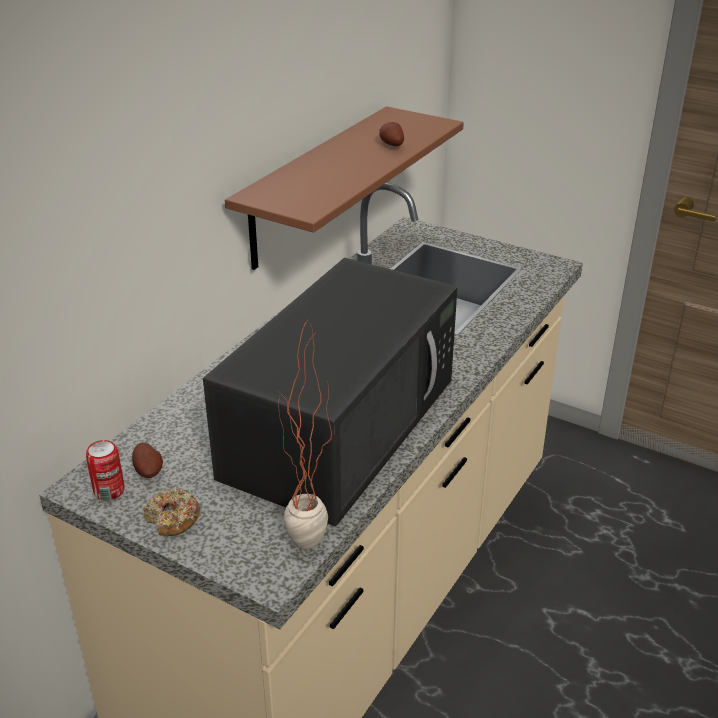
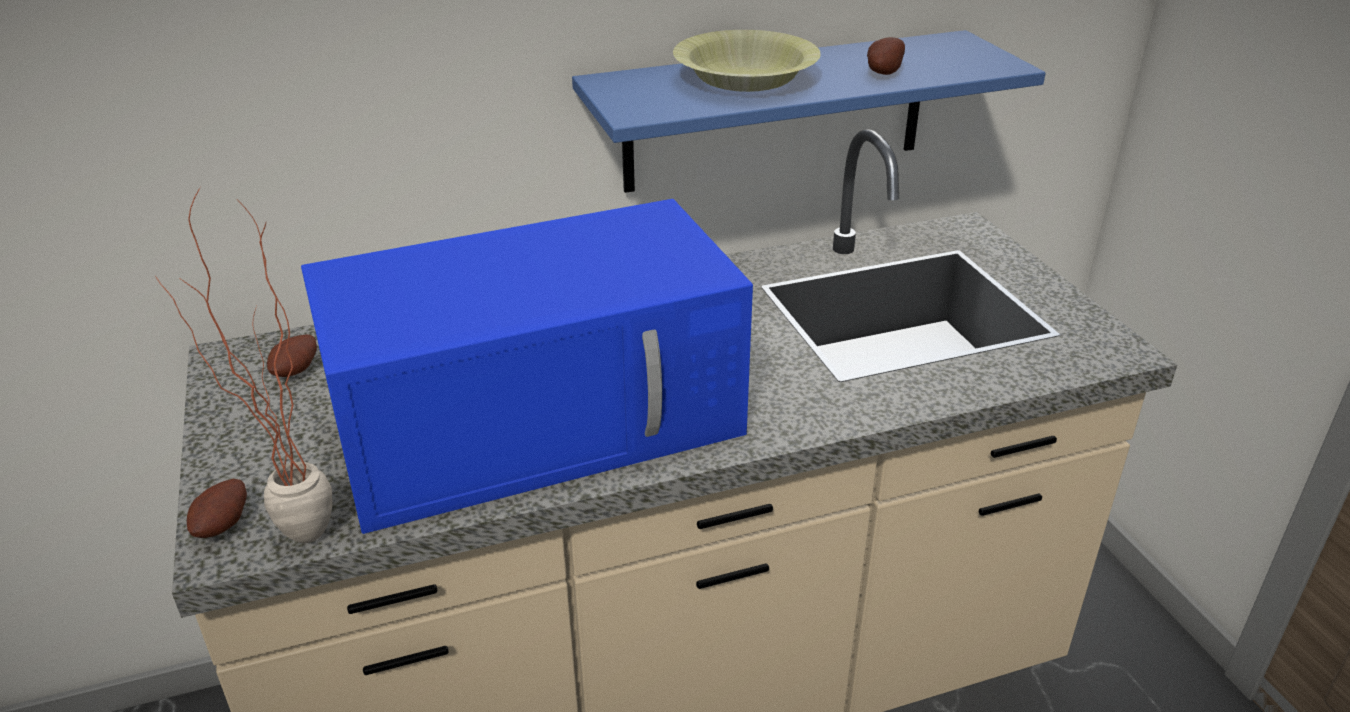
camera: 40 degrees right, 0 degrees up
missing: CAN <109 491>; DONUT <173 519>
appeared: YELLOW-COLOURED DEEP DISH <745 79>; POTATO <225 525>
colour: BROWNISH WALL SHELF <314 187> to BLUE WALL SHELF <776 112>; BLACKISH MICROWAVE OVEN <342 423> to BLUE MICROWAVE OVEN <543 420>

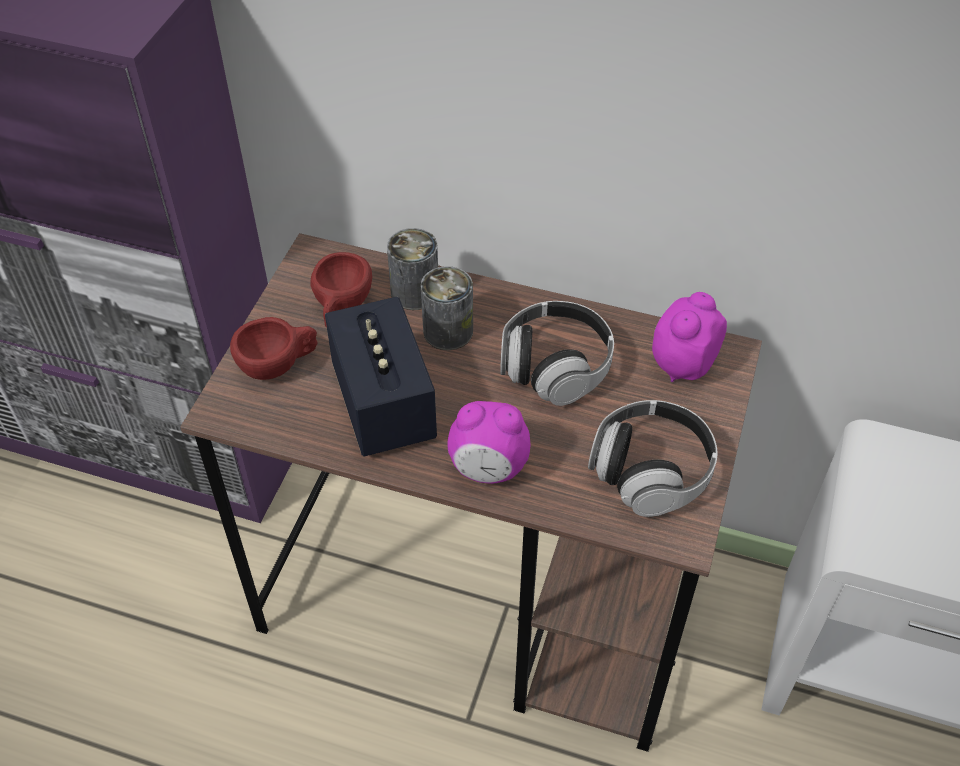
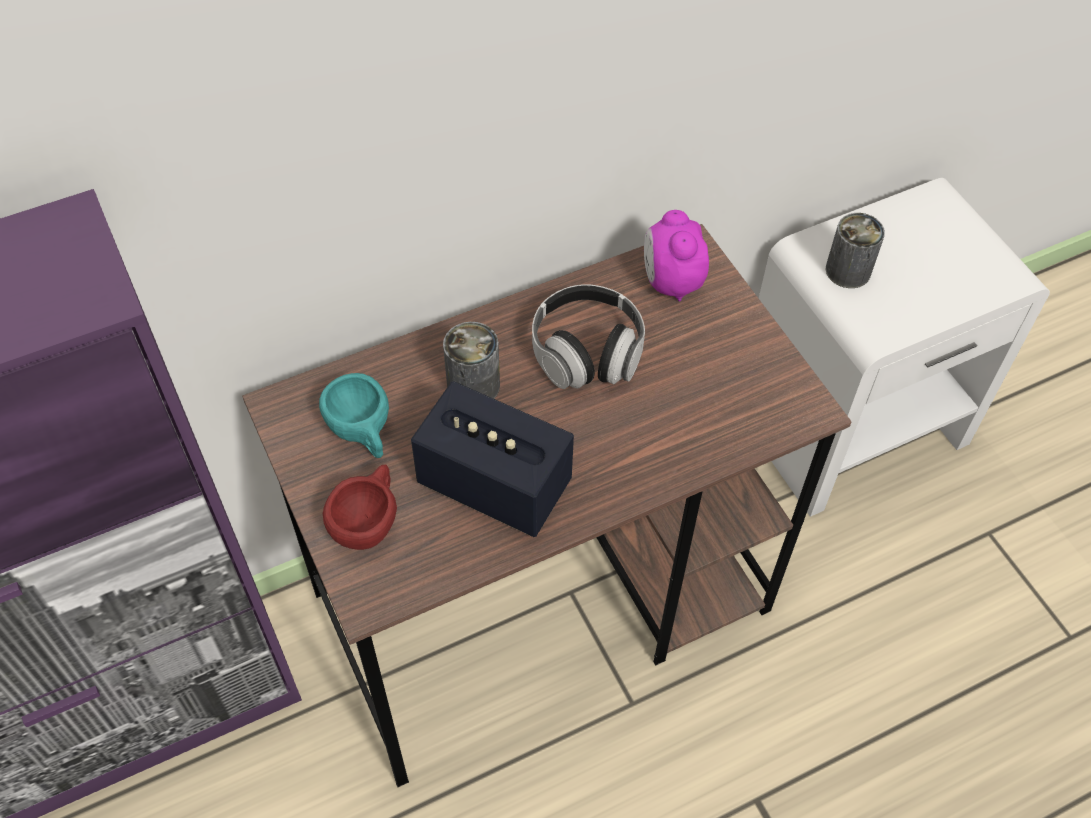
camera: 45 degrees left, 5 degrees up
missing: HEADSET <650 472>; BEDSIDE CLOCK <488 468>
relocated: CAN <415 292> to <848 271>
colour: RED-COLOURED CUP <341 308> to TURQUOISE CUP <363 432>

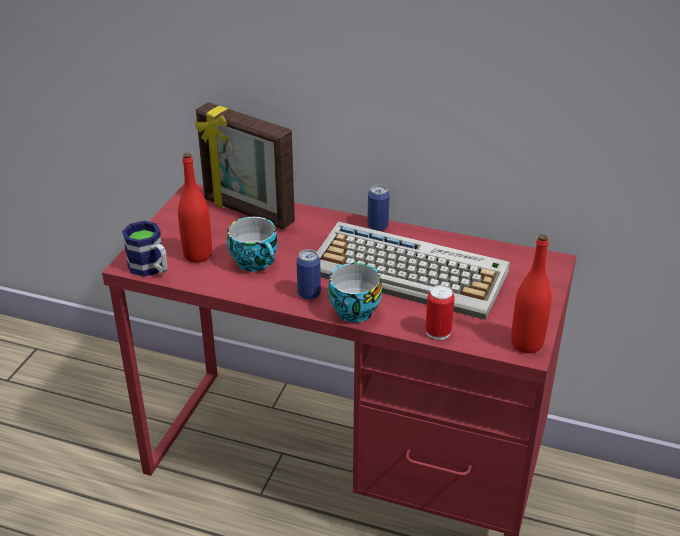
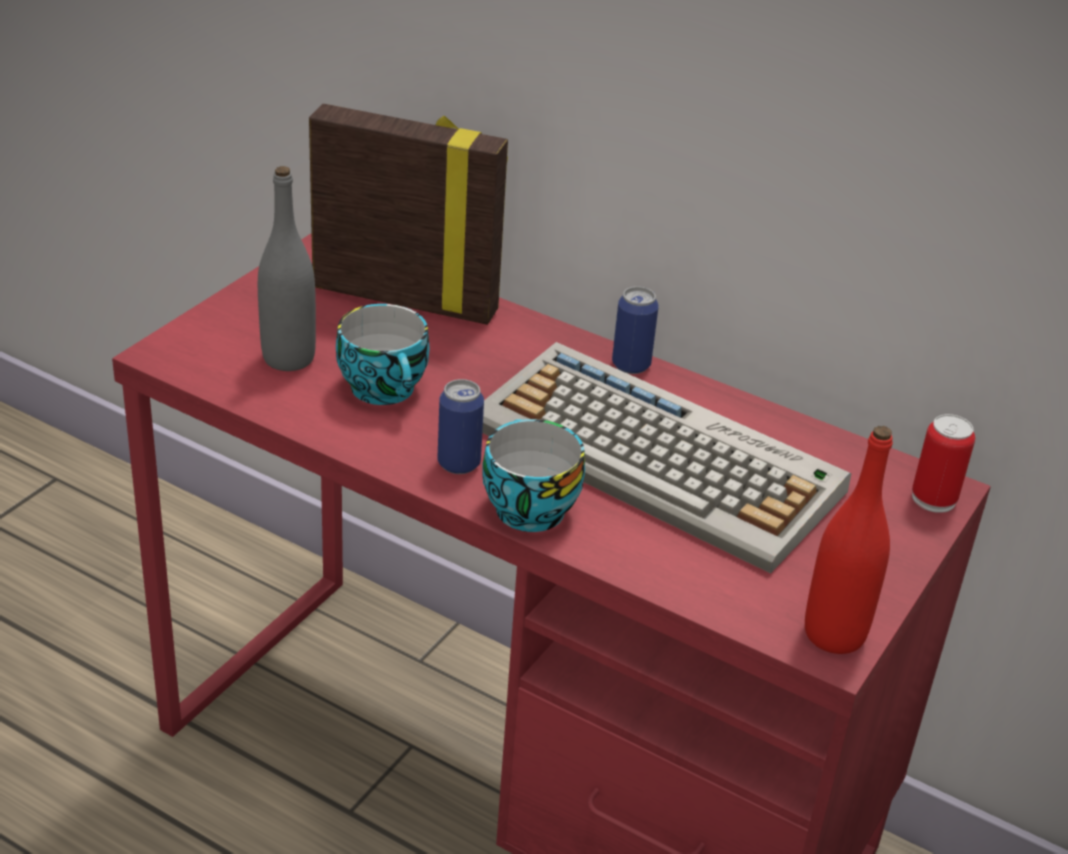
camera: 10 degrees right, 0 degrees up
missing: TEA MUG <151 269>
relocated: CAN <438 332> to <933 498>
colour: RED-COLOURED DRINK BOTTLE <198 255> to GREY DRINK BOTTLE <288 358>
spun: STANDING FRAME <247 212> = <406 298> 150 degrees clockwise

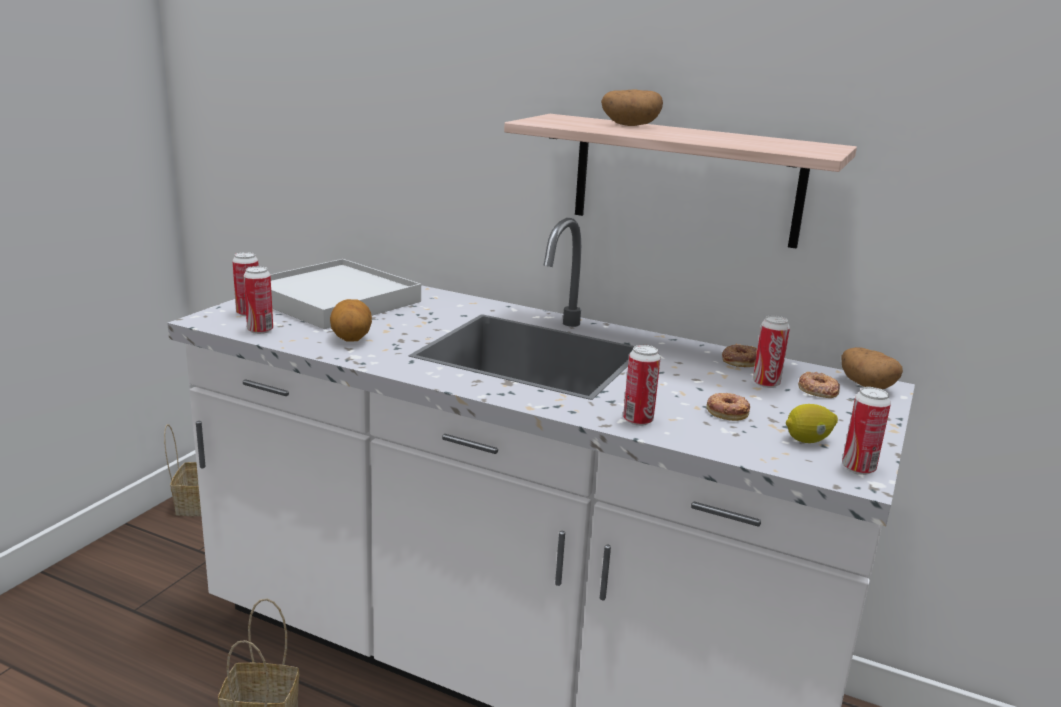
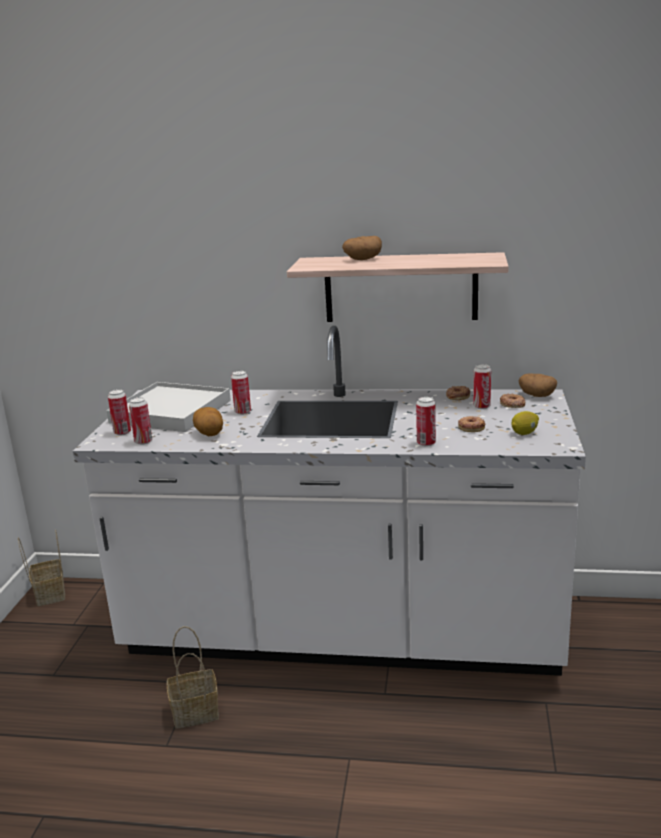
camera: 15 degrees left, 0 degrees up
relocated: CAN <858 468> to <242 412>

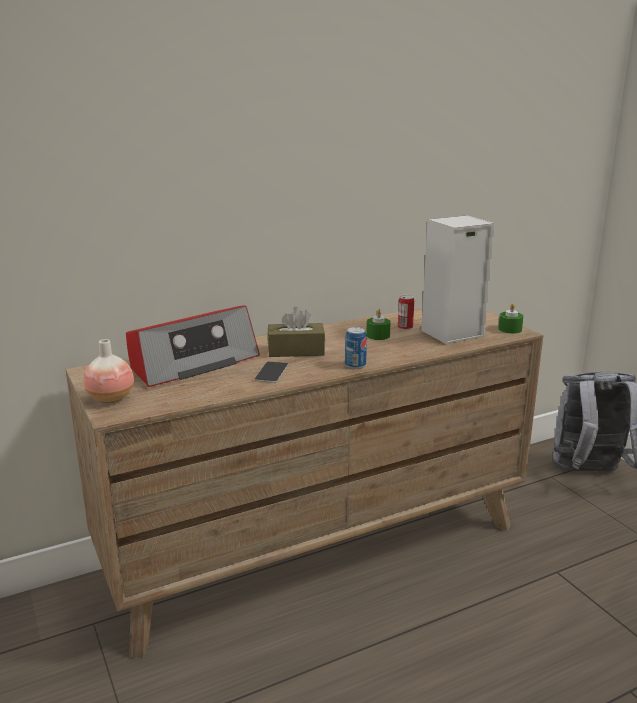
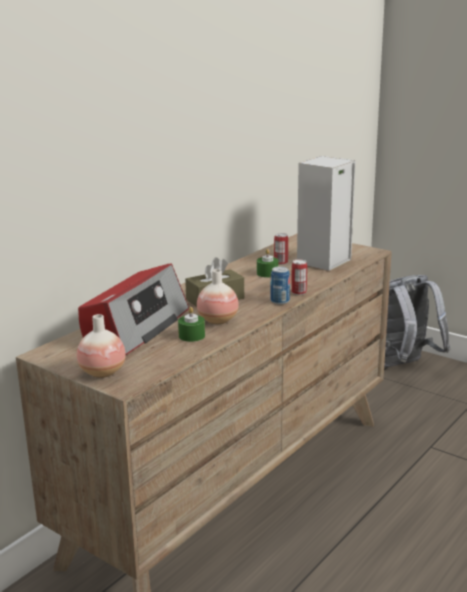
camera: 25 degrees left, 0 degrees up
appeared: CAN <299 292>
relocated: GREEN CANDLE <510 329> to <191 336>
exchanged: HANDSET <271 372> to FLOWER VASE <217 320>

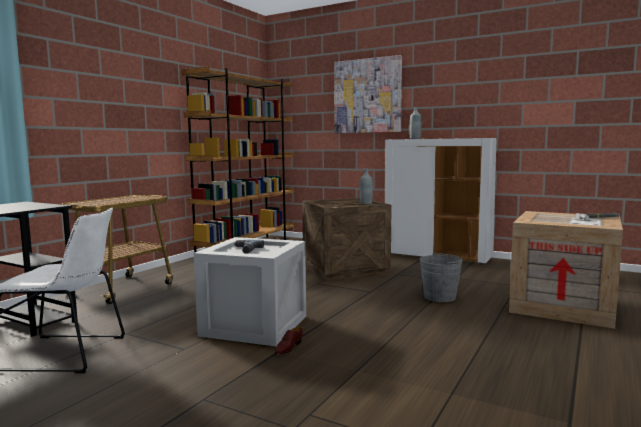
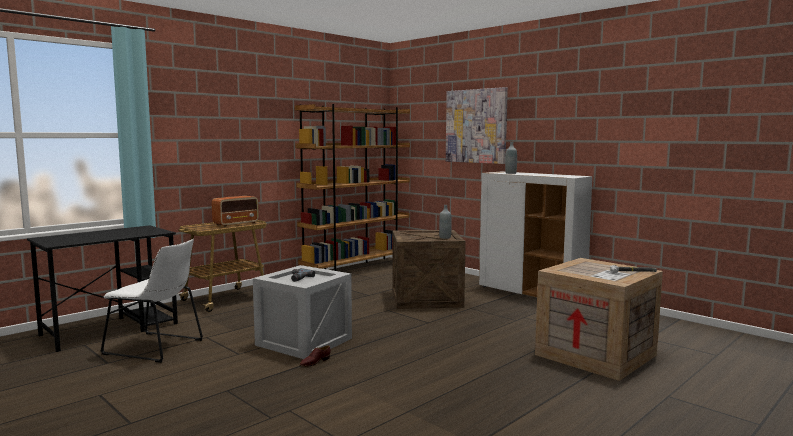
camera: 15 degrees right, 0 degrees up
missing: GREY WATER BUCKET <439 297>
appeared: RADIO SET <236 224>

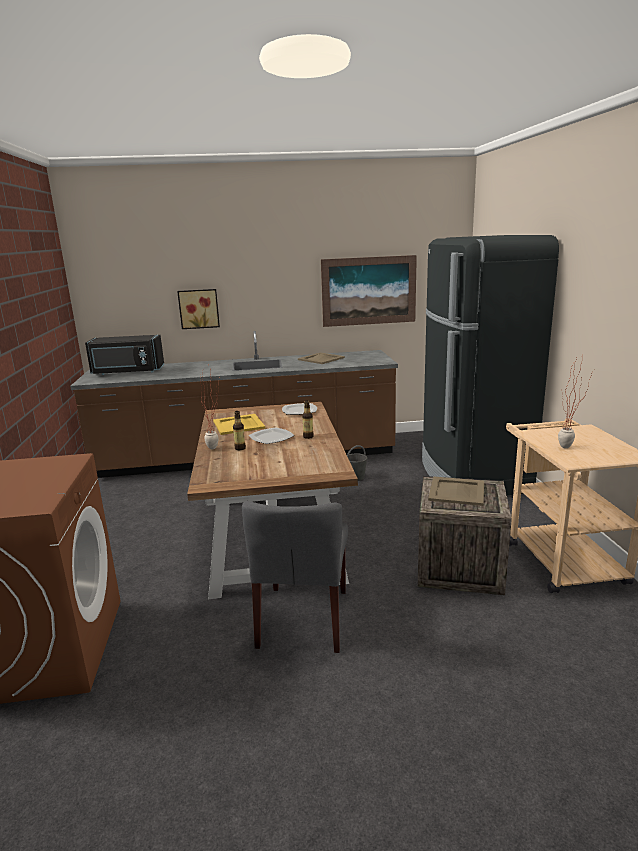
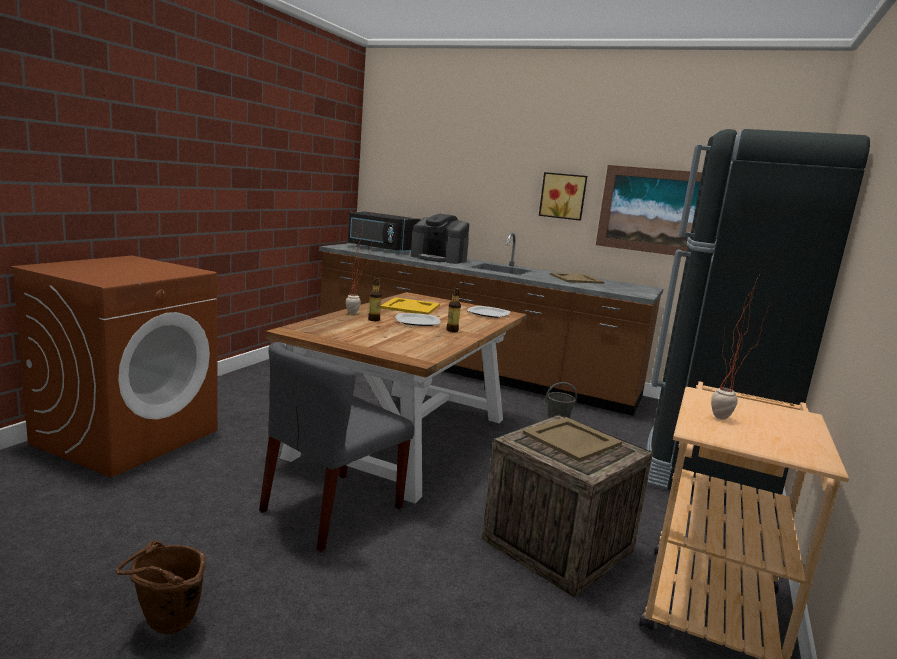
camera: 30 degrees right, 5 degrees down
appeared: COFFEE MACHINE <439 258>; BROWNISH WATER BUCKET <165 626>
relocated: WALL PICTURE <199 308> to <563 196>

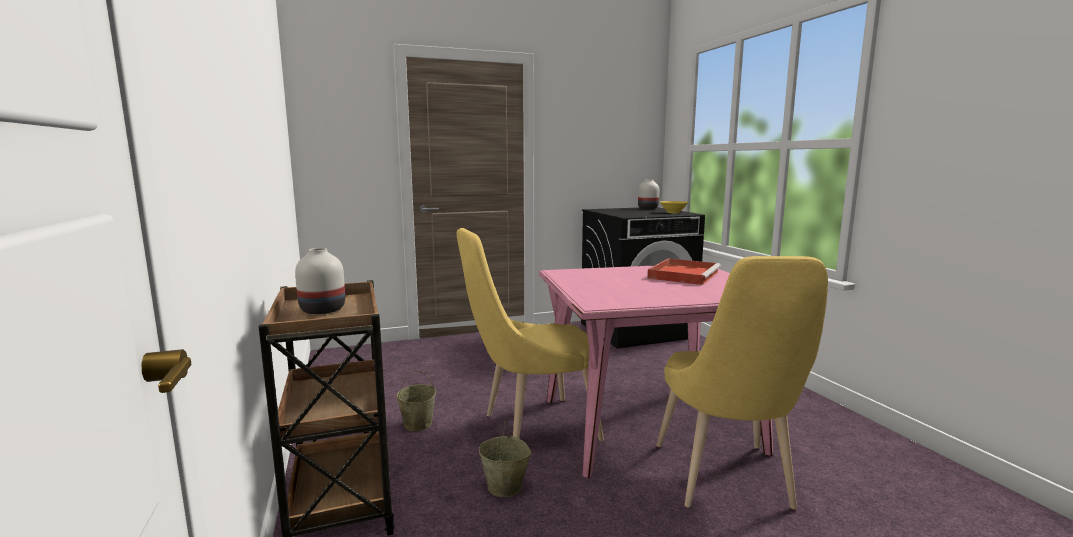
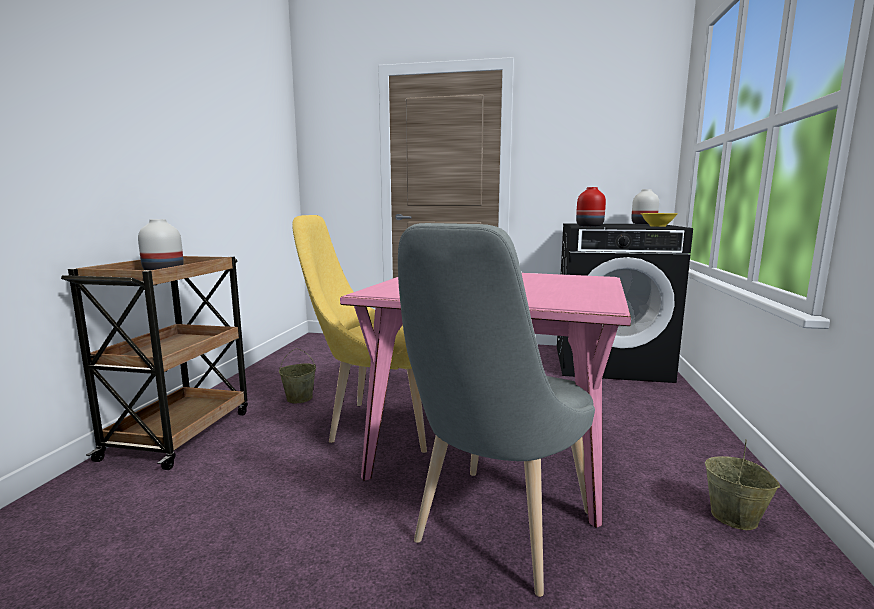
camera: 30 degrees right, 0 degrees up
missing: RED-COLOURED CARRYING TRAY <683 274>
appeared: RED-COLOURED FLOWER VASE <590 226>
relocated: SAND-COLOURED WATER BUCKET <505 487> to <735 517>
colour: YELLOW-COLOURED PLAIN CHAIR <725 481> to GREY PLAIN CHAIR <497 533>

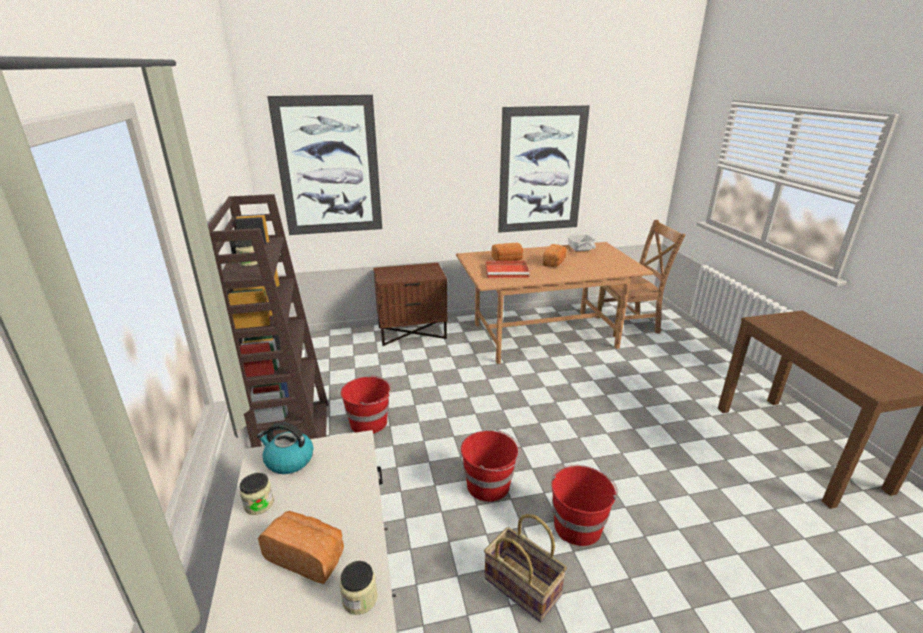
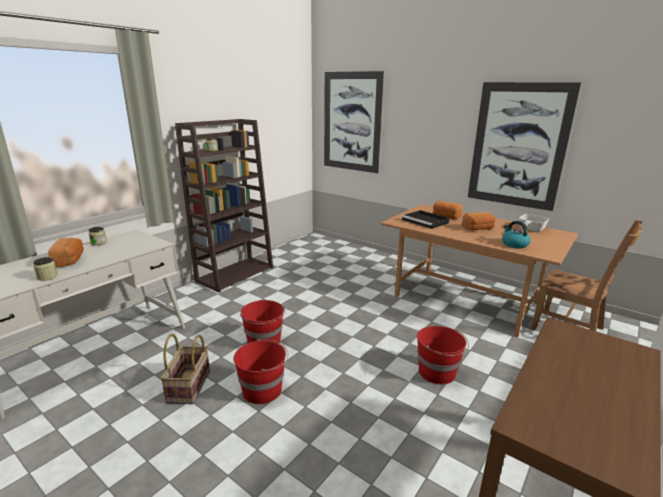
camera: 50 degrees right, 5 degrees down
missing: BROWNISH NIGHTSTAND <412 332>
relocated: RED-COLOURED WATER BUCKET <369 422> to <437 372>; TEA KETTLE <288 460> to <514 244>
colour: RED-COLOURED CARRYING TRAY <507 271> to BLACKISH CARRYING TRAY <426 221>

